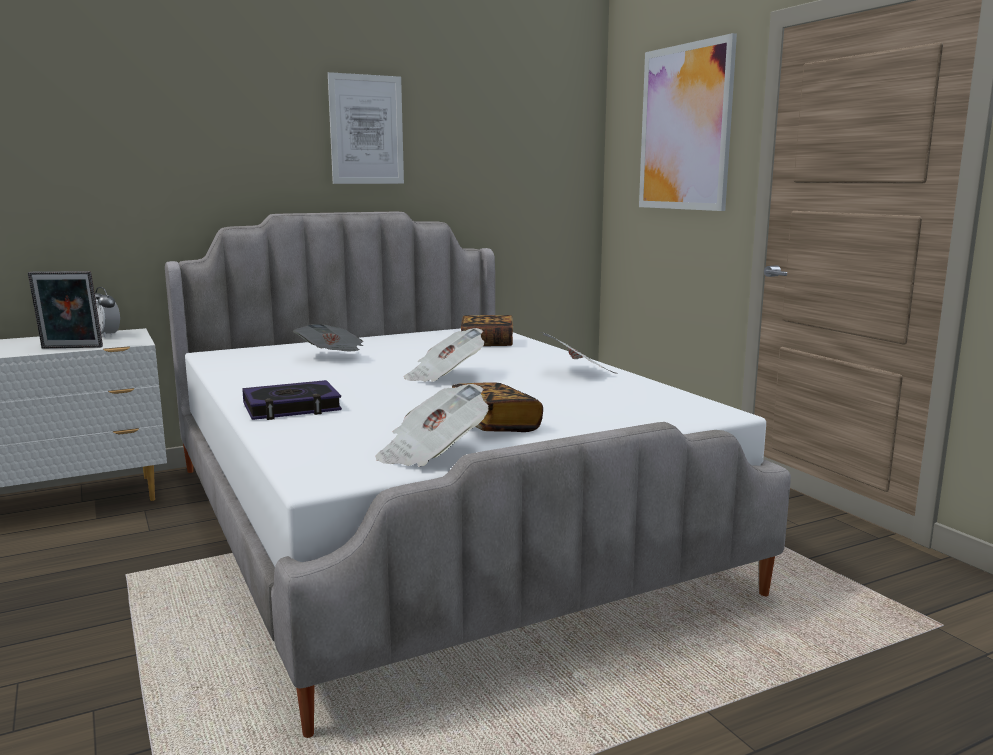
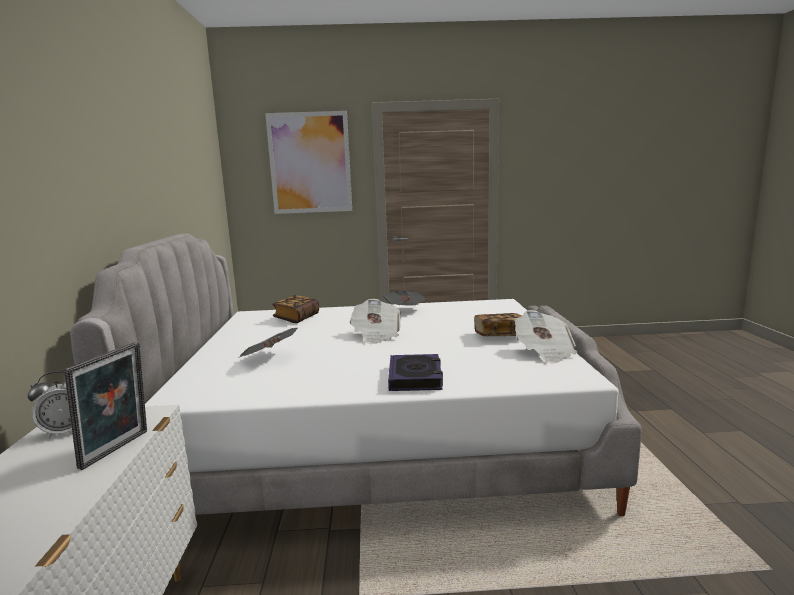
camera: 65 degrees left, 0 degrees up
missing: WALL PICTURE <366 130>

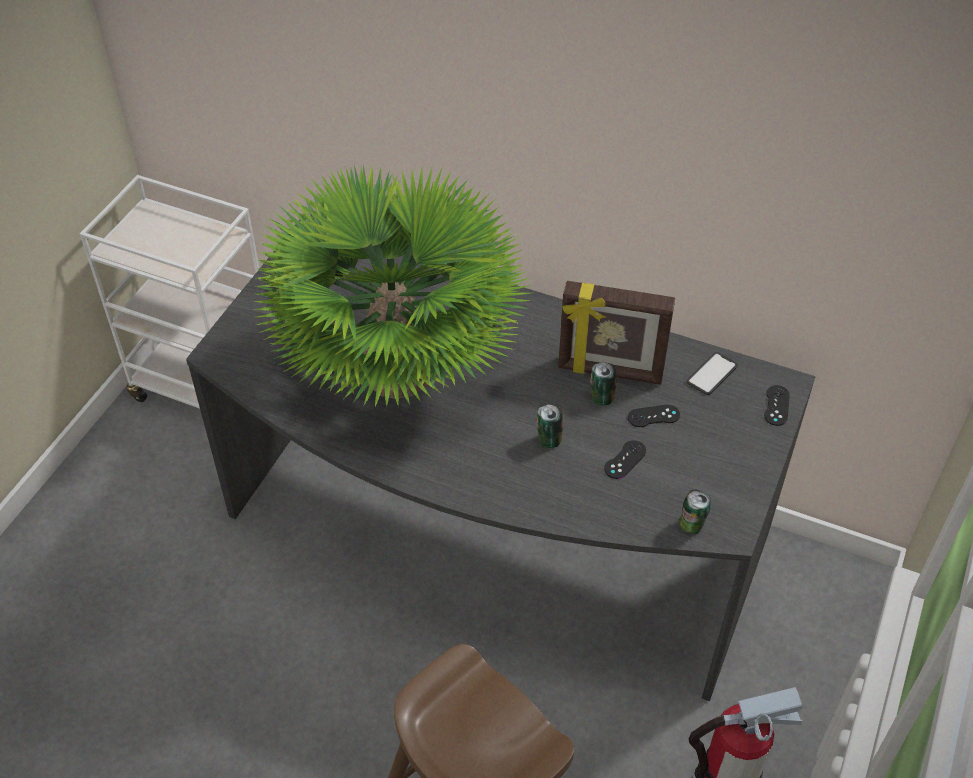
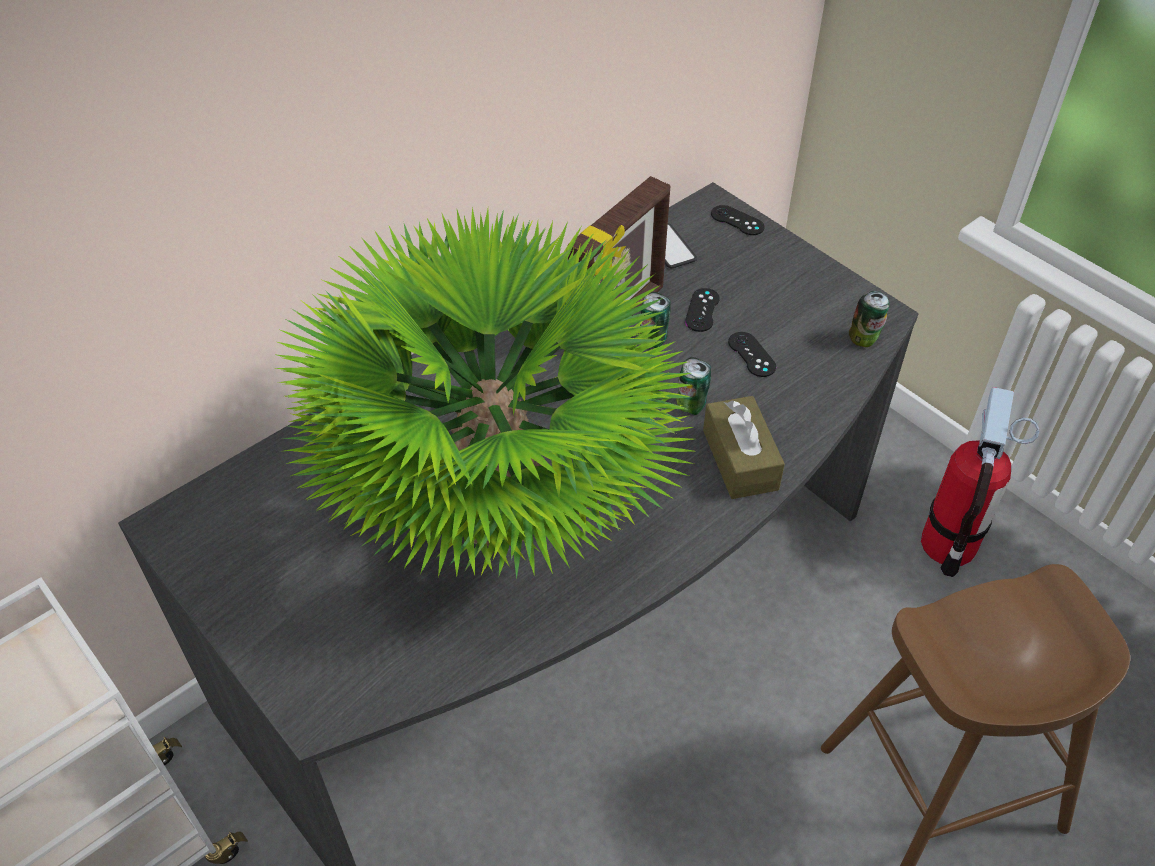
camera: 65 degrees left, 0 degrees up
appeared: BROWNISH TISSUE HOLDER <740 459>

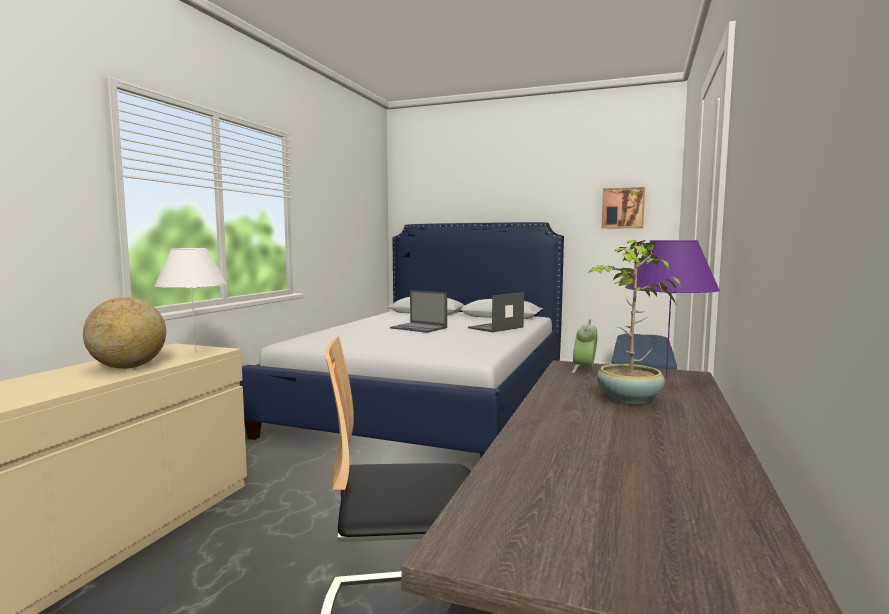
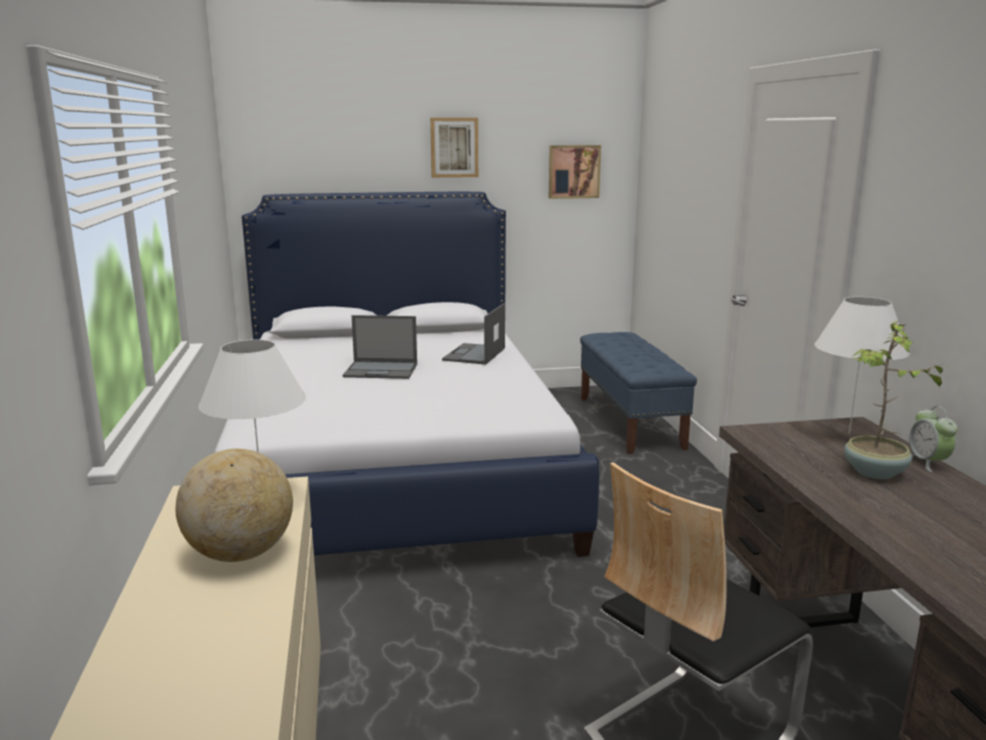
camera: 30 degrees left, 10 degrees up
appeared: WALL PICTURE <454 147>
relocated: BEDSIDE CLOCK <584 369> to <927 463>
colour: PURPLE-COLOURED TABLETOP LAMP <666 377> to WHITE TABLETOP LAMP <849 433>

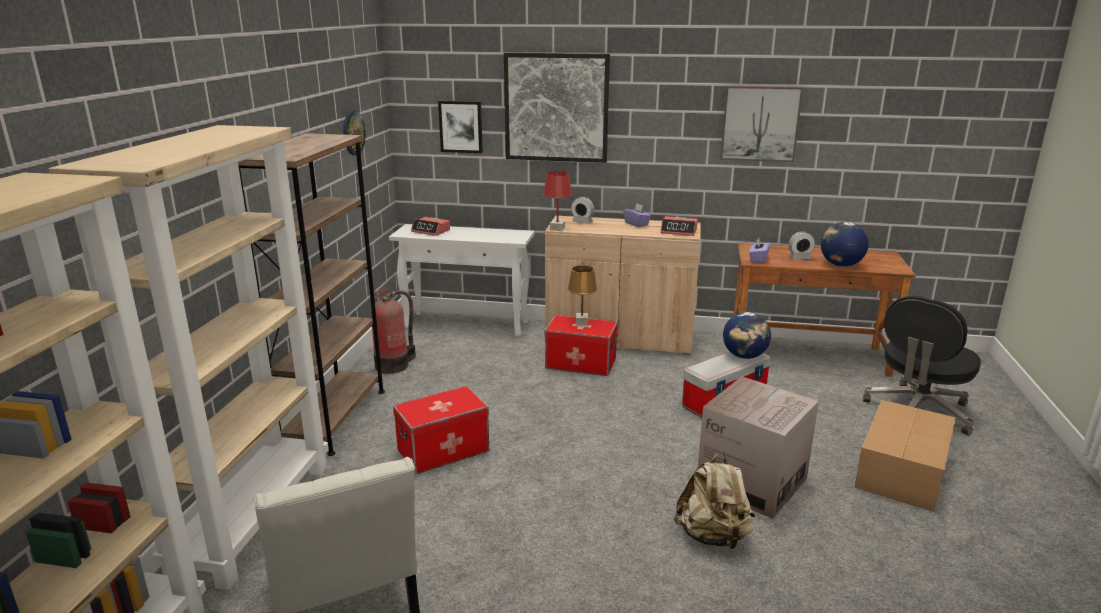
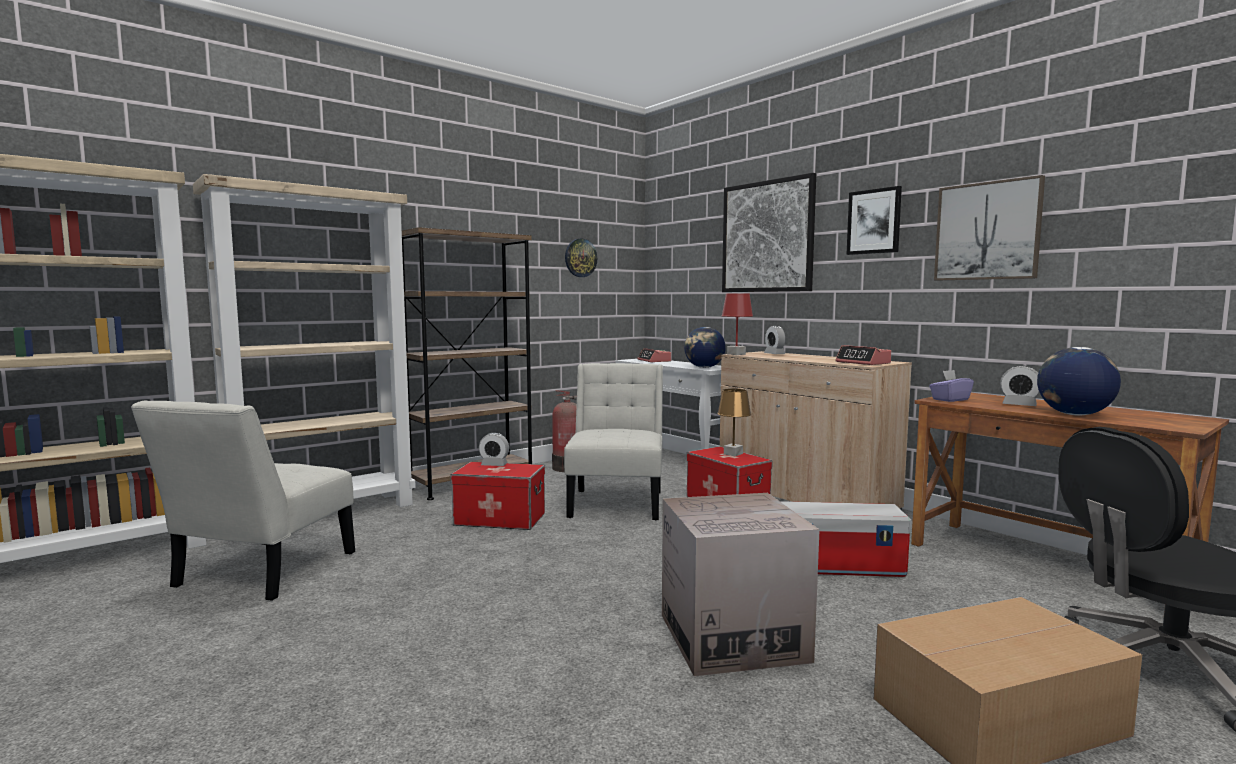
camera: 40 degrees right, 15 degrees down
missing: PURPLE-COLOURED TISSUE HOLDER <636 224>; SAND-COLOURED RUCKSACK <713 536>
appeared: WHITE PLAIN CHAIR <617 502>; BEDSIDE CLOCK <494 465>
relocated: WALL PICTURE <461 126> to <874 221>; WORLD GLOBE <744 356> to <704 367>

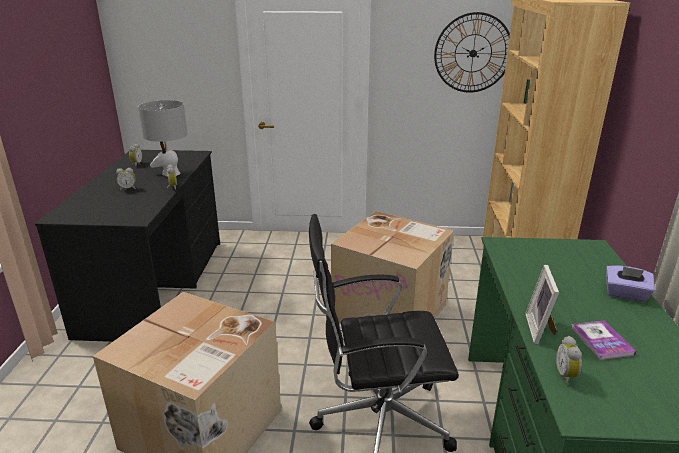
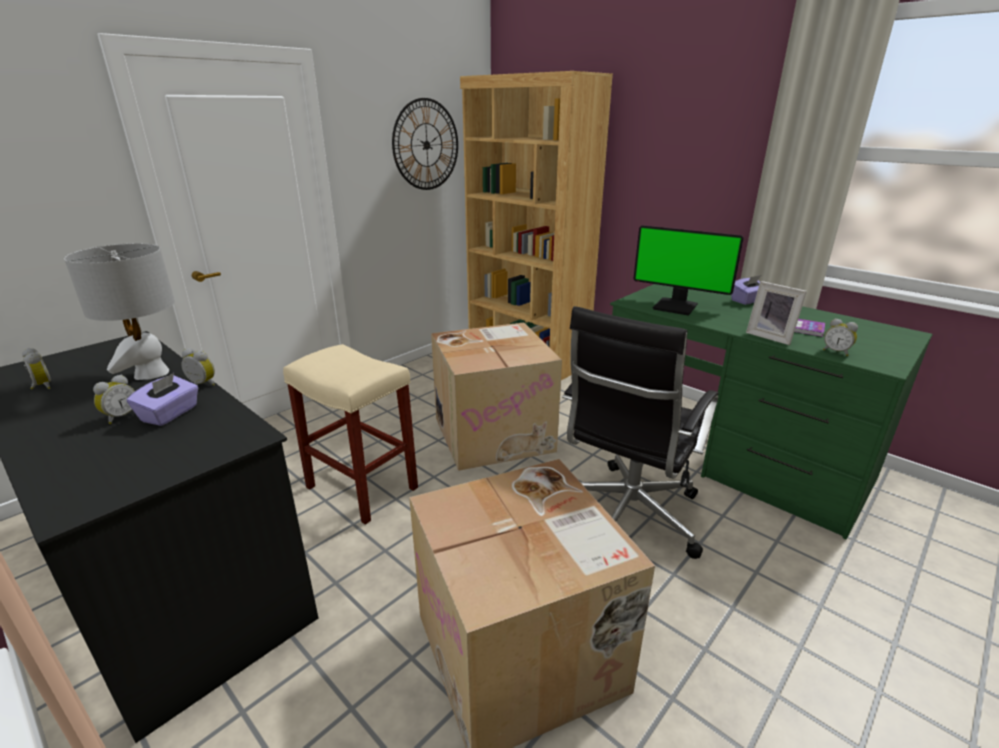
camera: 50 degrees left, 0 degrees up
appeared: COMPUTER SCREEN <676 306>; SAND-COLOURED STOOL SEAT <363 488>; PURPLE-COLOURED TISSUE HOLDER <170 414>

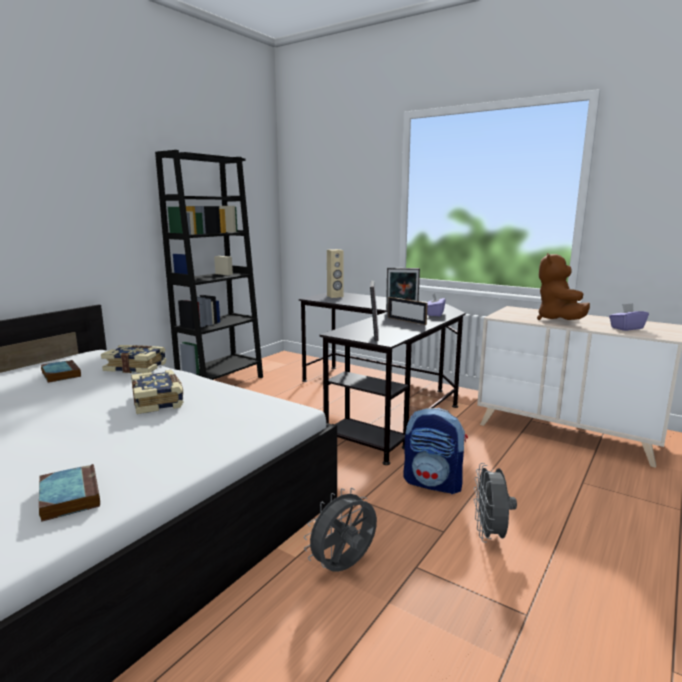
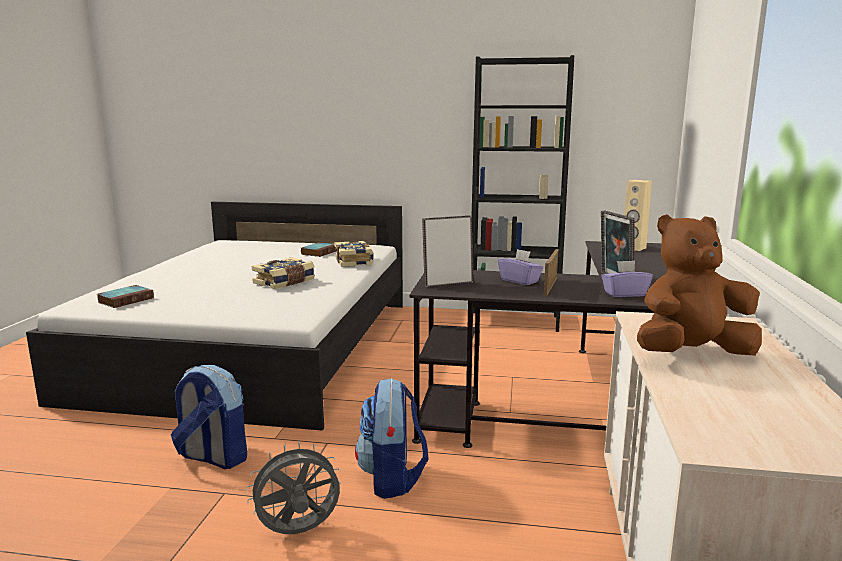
camera: 65 degrees right, 0 degrees up
relocated: PURPLE-COLOURED TISSUE HOLDER <626 328> to <520 281>
exchanged: GREY ELECTRIC FAN <344 567> to RUCKSACK <213 457>

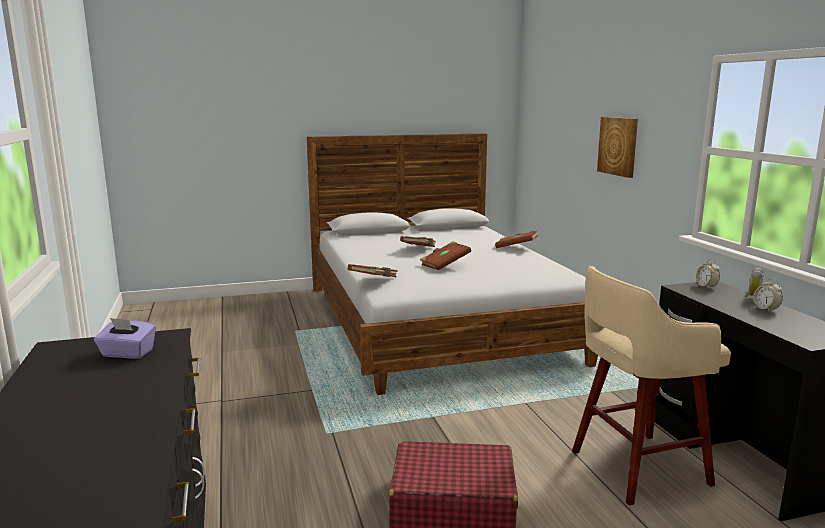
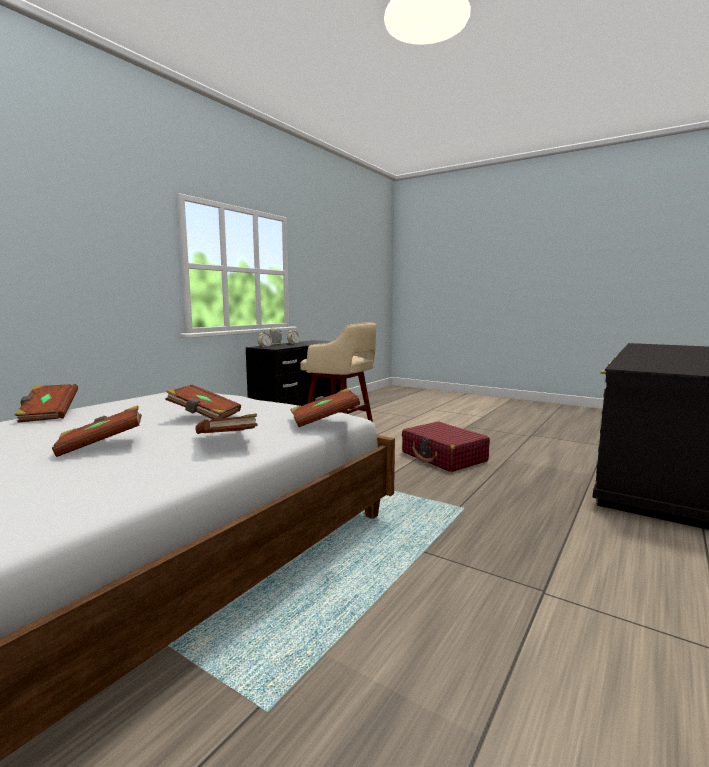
camera: 130 degrees left, 5 degrees down
missing: WALL PICTURE <618 146>; PURPLE-COLOURED TISSUE HOLDER <127 353>
appeared: BROWNISH BOUND BOOK <227 441>

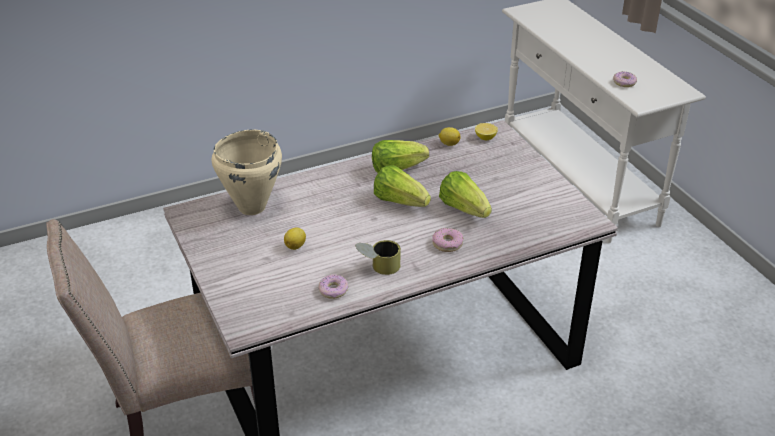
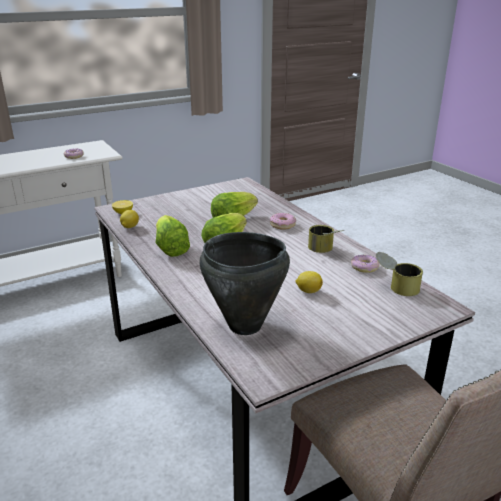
camera: 95 degrees left, 10 degrees down
appeared: CAN <396 287>
colour: SAND-COLOURED SAUCEPOT <251 207> to BLACKISH SAUCEPOT <245 326>

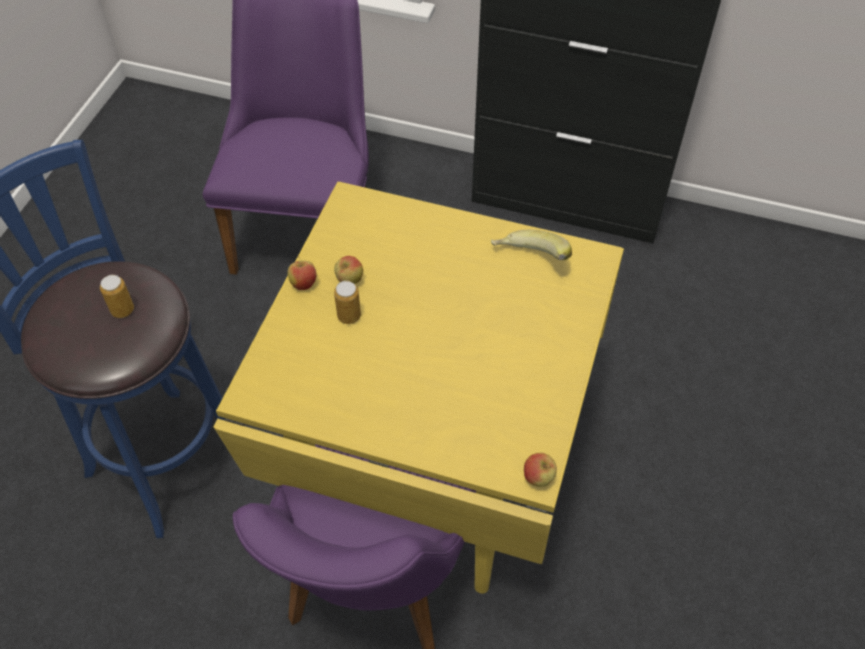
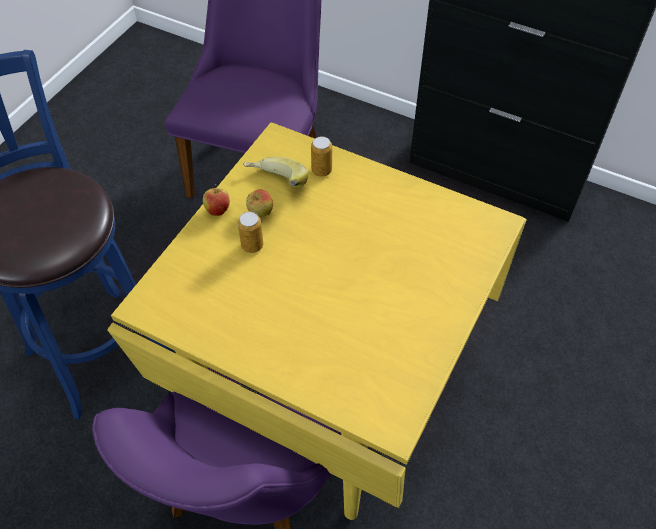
camera: 10 degrees right, 0 degrees up
missing: APPLE FRUIT <538 478>
relocated: BANANA <529 261> to <275 185>; CAN <122 310> to <321 170>

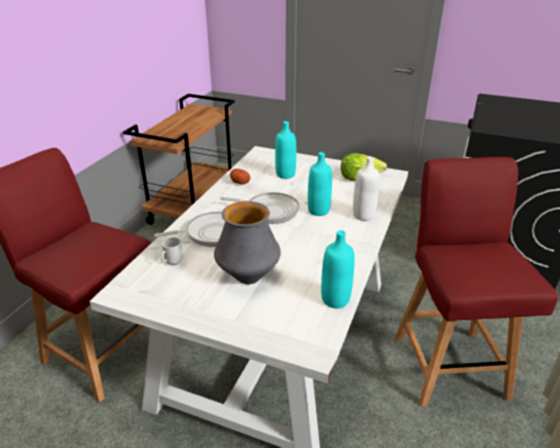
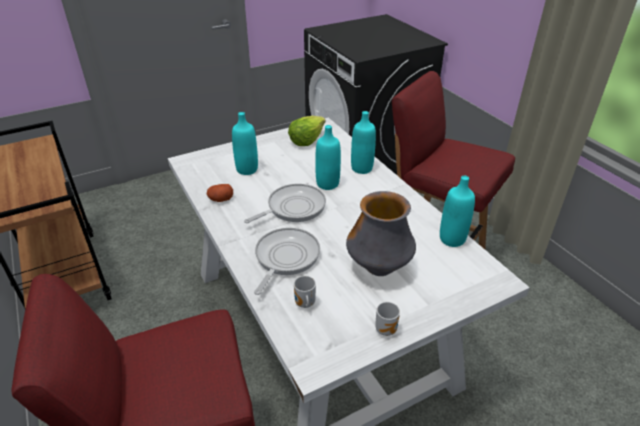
camera: 50 degrees left, 5 degrees up
appeared: TEA MUG <387 329>
colour: WHITE DRINK BOTTLE <363 215> to TURQUOISE DRINK BOTTLE <362 168>

